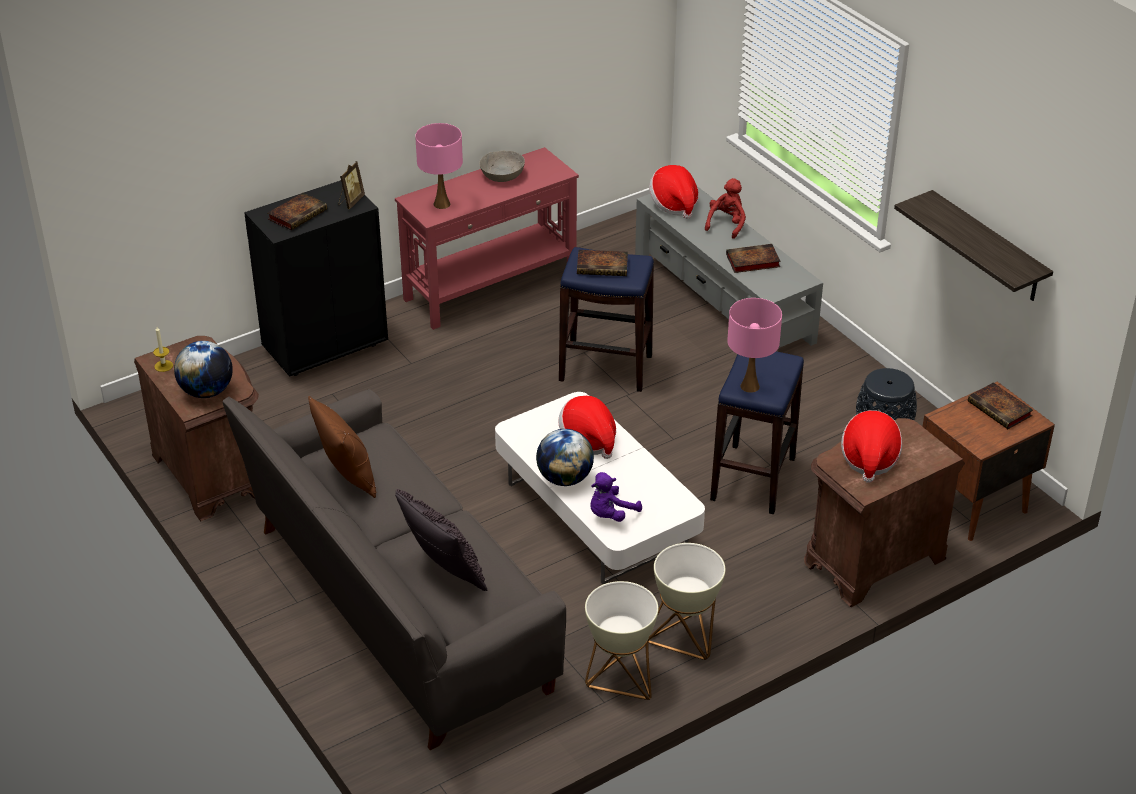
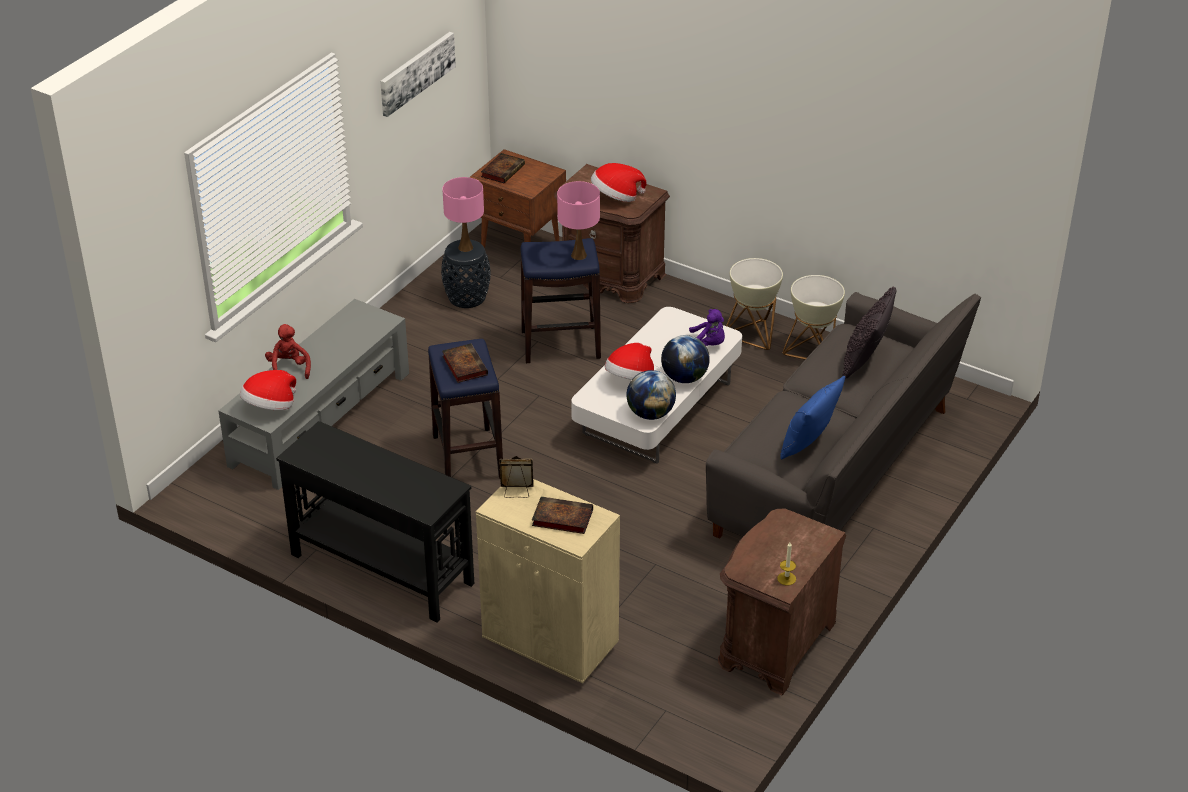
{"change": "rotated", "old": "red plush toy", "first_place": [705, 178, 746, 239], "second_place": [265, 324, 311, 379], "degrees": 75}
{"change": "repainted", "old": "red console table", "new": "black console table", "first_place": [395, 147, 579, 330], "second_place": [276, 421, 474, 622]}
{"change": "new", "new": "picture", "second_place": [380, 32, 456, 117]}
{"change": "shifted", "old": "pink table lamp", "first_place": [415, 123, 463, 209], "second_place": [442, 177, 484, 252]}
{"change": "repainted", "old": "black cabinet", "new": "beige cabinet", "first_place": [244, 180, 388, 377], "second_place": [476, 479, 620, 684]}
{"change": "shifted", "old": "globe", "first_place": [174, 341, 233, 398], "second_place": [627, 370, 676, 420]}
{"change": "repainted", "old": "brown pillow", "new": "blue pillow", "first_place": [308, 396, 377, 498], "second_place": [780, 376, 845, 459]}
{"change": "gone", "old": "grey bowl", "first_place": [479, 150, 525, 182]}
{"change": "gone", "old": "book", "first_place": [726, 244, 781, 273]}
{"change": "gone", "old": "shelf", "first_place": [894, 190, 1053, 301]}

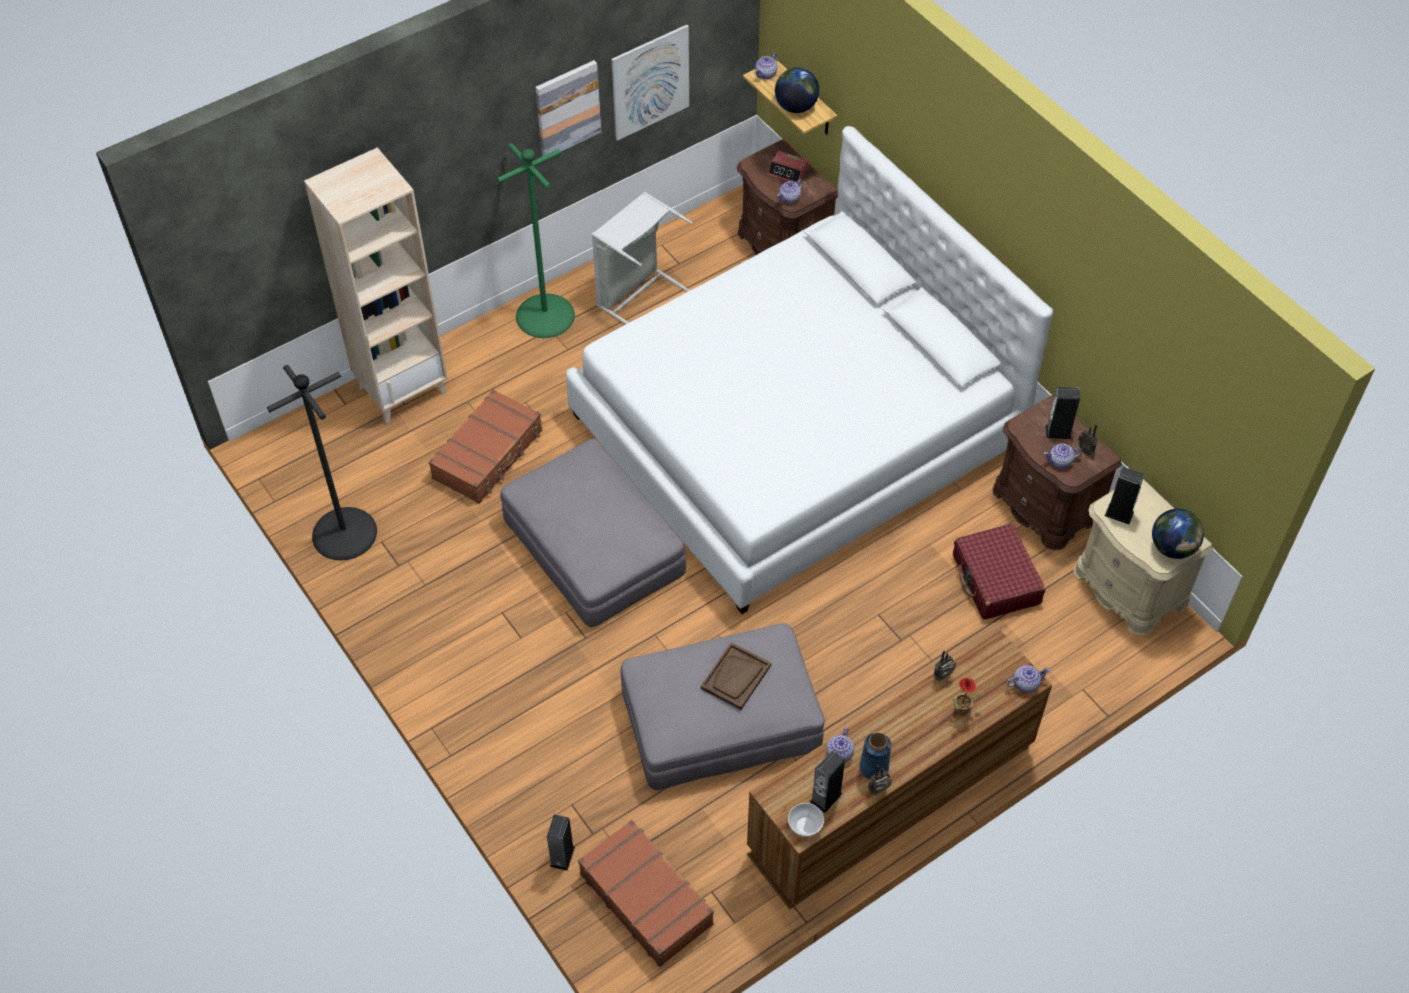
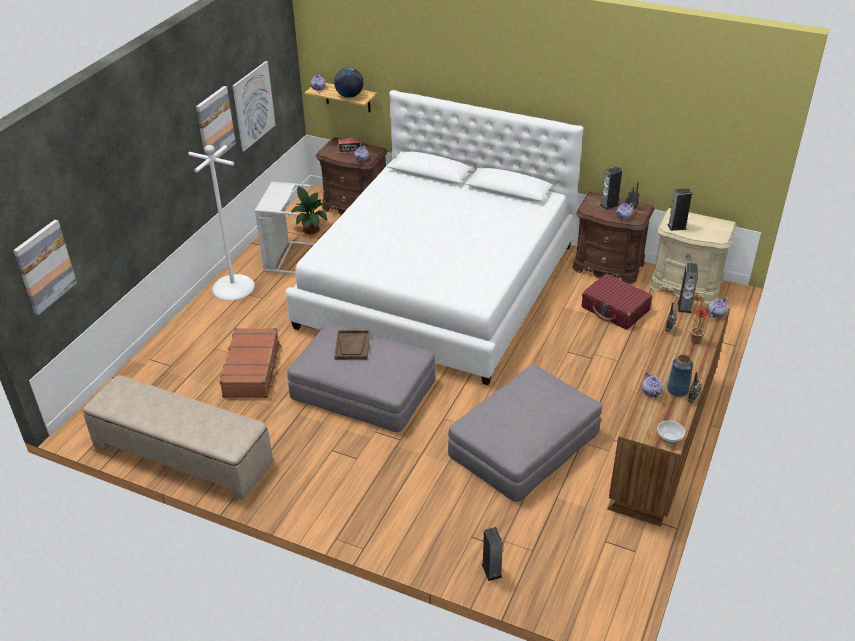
{"change": "new", "new": "picture", "second_place": [13, 220, 77, 315]}
{"change": "swapped", "old": "black clothes rack", "new": "beige bench", "first_place": [267, 365, 377, 560], "second_place": [83, 375, 273, 500]}
{"change": "repainted", "old": "green clothes rack", "new": "white clothes rack", "first_place": [497, 143, 575, 338], "second_place": [188, 145, 255, 301]}
{"change": "new", "new": "potted plant", "second_place": [291, 187, 327, 234]}
{"change": "shifted", "old": "brown tray", "first_place": [701, 642, 771, 710], "second_place": [334, 330, 370, 360]}
{"change": "shifted", "old": "speaker", "first_place": [810, 750, 845, 813], "second_place": [678, 263, 698, 313]}
{"change": "gone", "old": "beige bookcase", "first_place": [304, 147, 448, 423]}
{"change": "gone", "old": "brown suitcase", "first_place": [578, 820, 714, 967]}
{"change": "gone", "old": "globe", "first_place": [1152, 509, 1204, 559]}

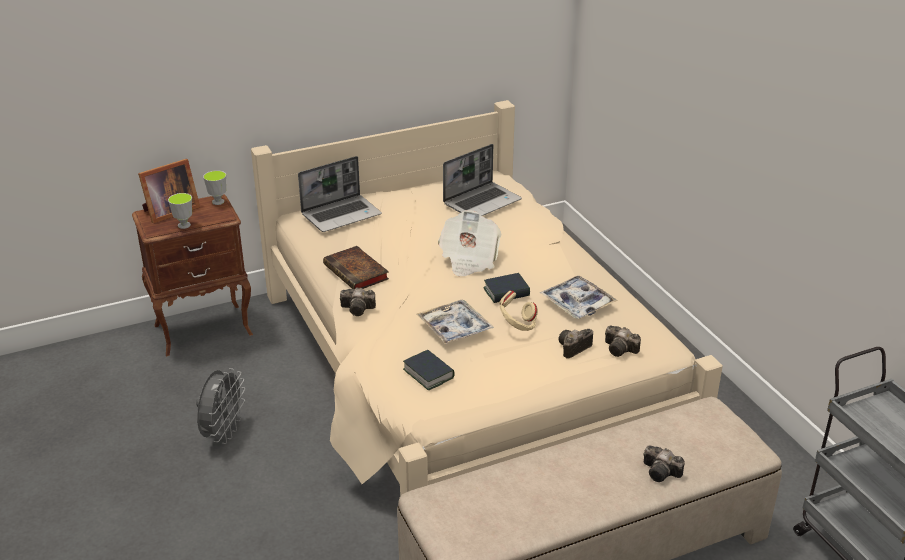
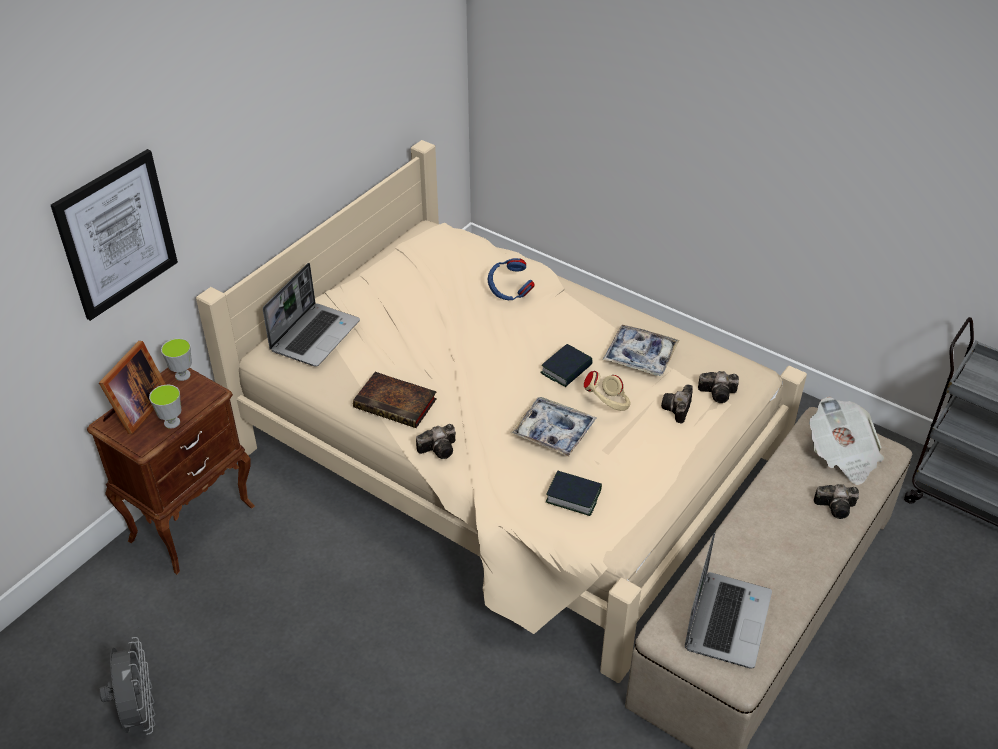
{"change": "new", "new": "picture", "second_place": [51, 149, 178, 321]}
{"change": "shifted", "old": "grey fan", "first_place": [196, 368, 245, 444], "second_place": [99, 637, 155, 735]}
{"change": "new", "new": "blue headphones", "second_place": [488, 258, 535, 300]}
{"change": "shifted", "old": "laptop", "first_place": [443, 144, 522, 216], "second_place": [685, 532, 772, 668]}
{"change": "shifted", "old": "newspaper", "first_place": [438, 210, 501, 277], "second_place": [809, 397, 884, 485]}

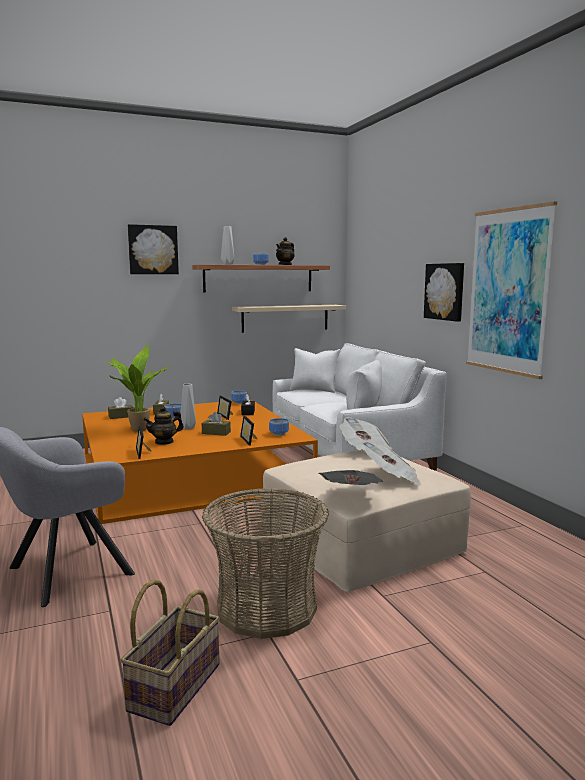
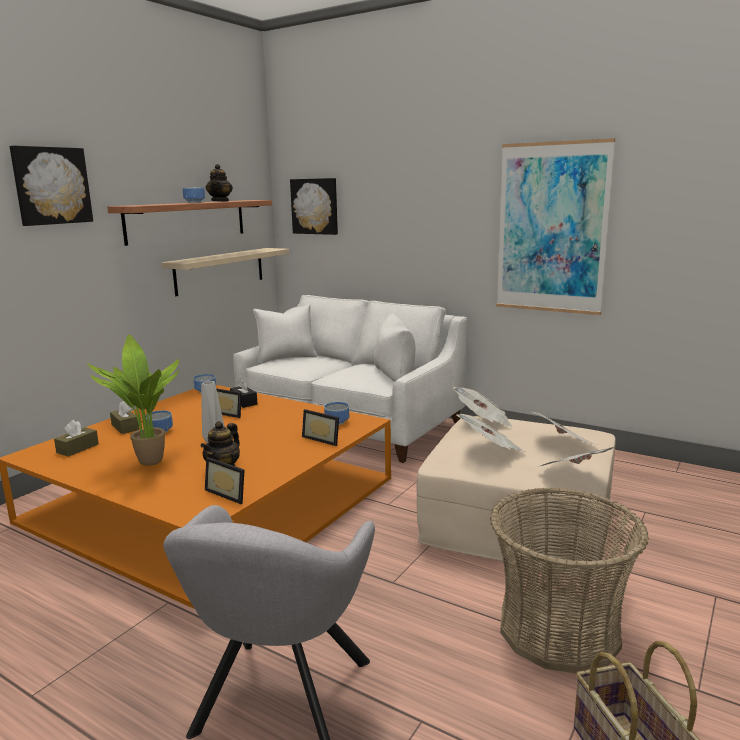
{"change": "shifted", "old": "picture", "first_place": [424, 263, 464, 322], "second_place": [290, 178, 338, 235]}
{"change": "new", "new": "newspaper", "second_place": [455, 414, 526, 452]}
{"change": "gone", "old": "brown tissue box", "first_place": [202, 412, 231, 436]}
{"change": "gone", "old": "grey vase", "first_place": [221, 226, 234, 265]}

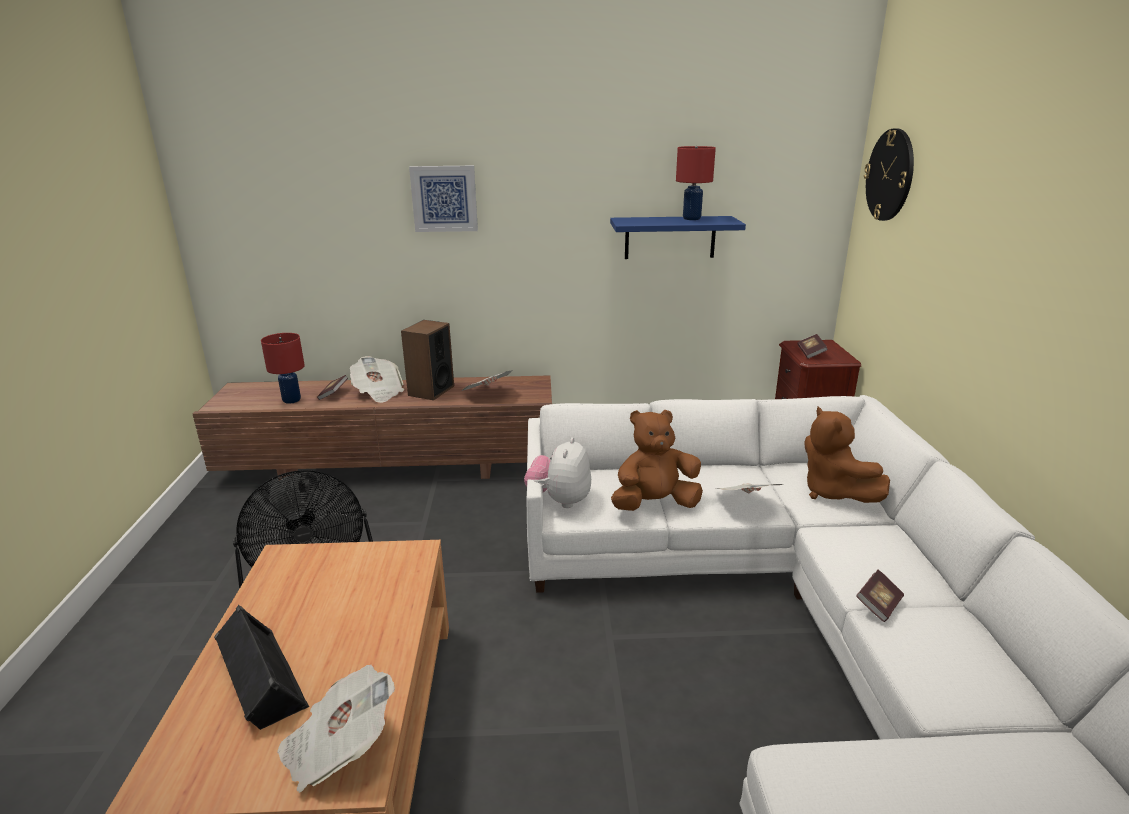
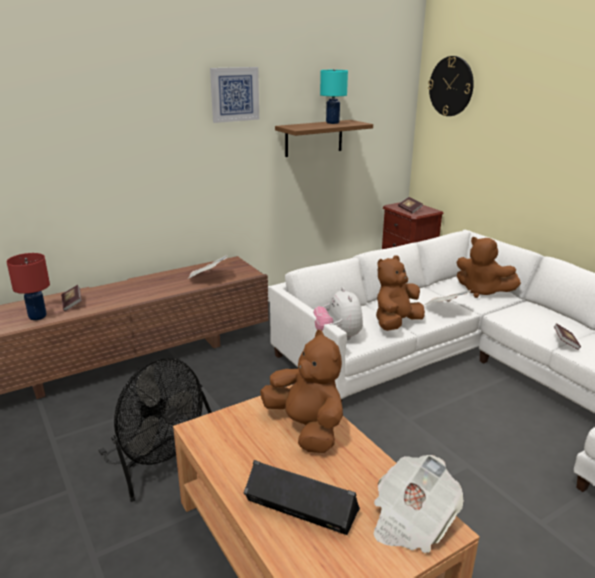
{"change": "shifted", "old": "picture", "first_place": [409, 166, 478, 232], "second_place": [210, 67, 259, 123]}
{"change": "new", "new": "brown plush toy", "second_place": [260, 330, 343, 453]}
{"change": "repainted", "old": "blue shelf", "new": "brown shelf", "first_place": [610, 216, 746, 259], "second_place": [275, 120, 373, 157]}
{"change": "repainted", "old": "red table lamp", "new": "turquoise table lamp", "first_place": [676, 146, 716, 220], "second_place": [320, 69, 348, 124]}
{"change": "gone", "old": "newspaper", "first_place": [350, 356, 404, 403]}
{"change": "gone", "old": "speaker", "first_place": [401, 320, 454, 400]}

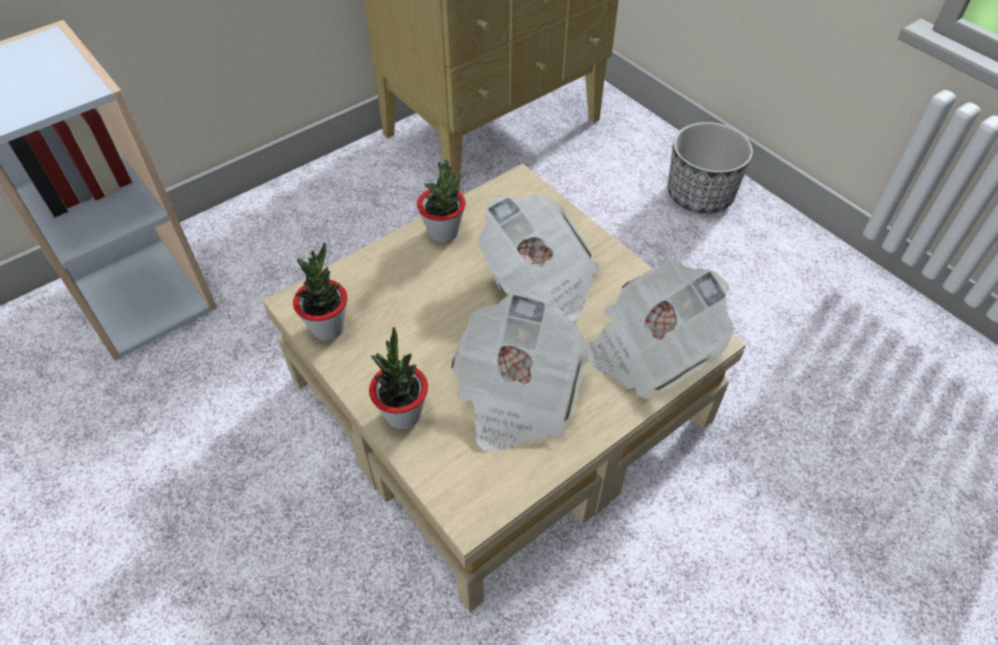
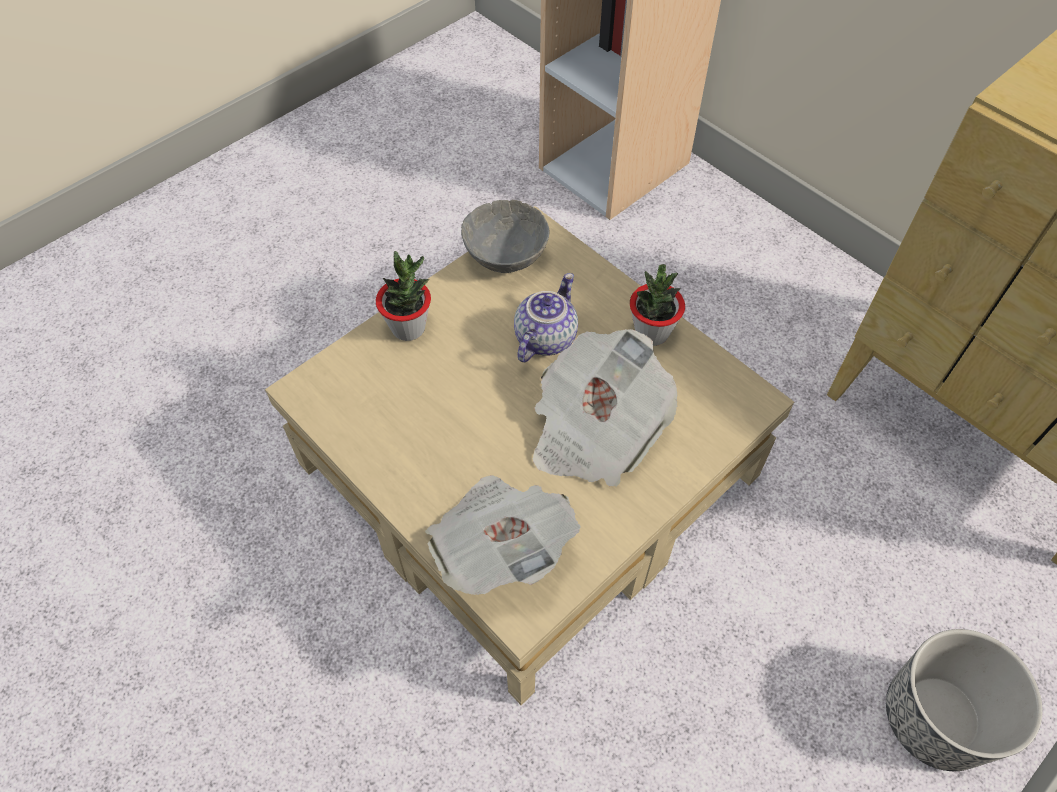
{"change": "swapped", "old": "potted plant", "new": "grey bowl", "first_place": [293, 242, 347, 340], "second_place": [461, 200, 550, 273]}
{"change": "new", "new": "teapot", "second_place": [514, 273, 578, 362]}
{"change": "gone", "old": "newspaper", "first_place": [451, 291, 588, 452]}

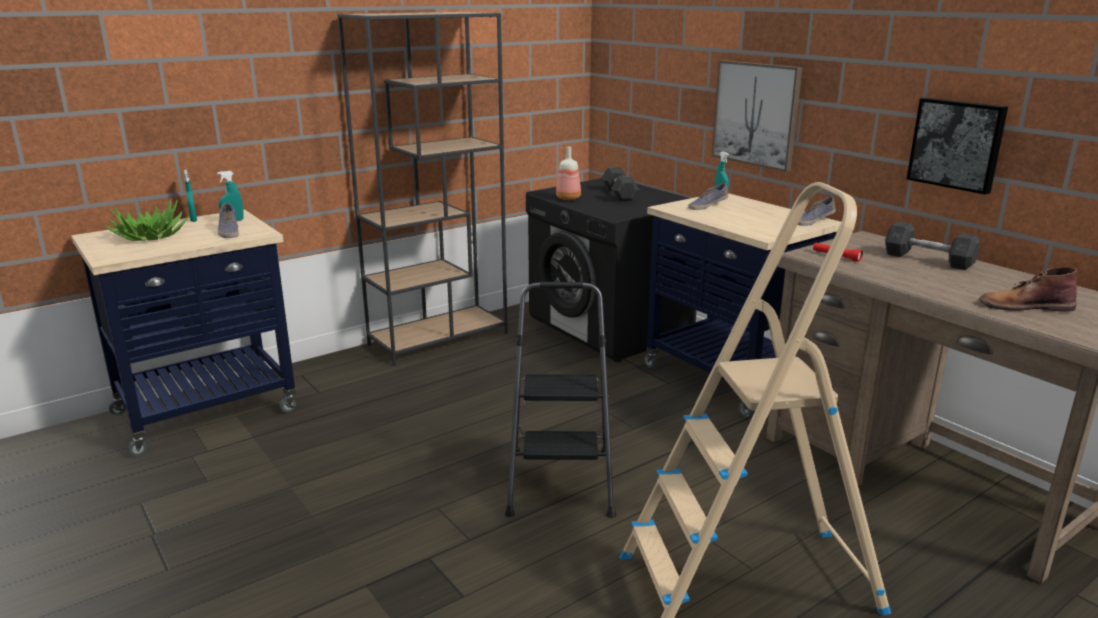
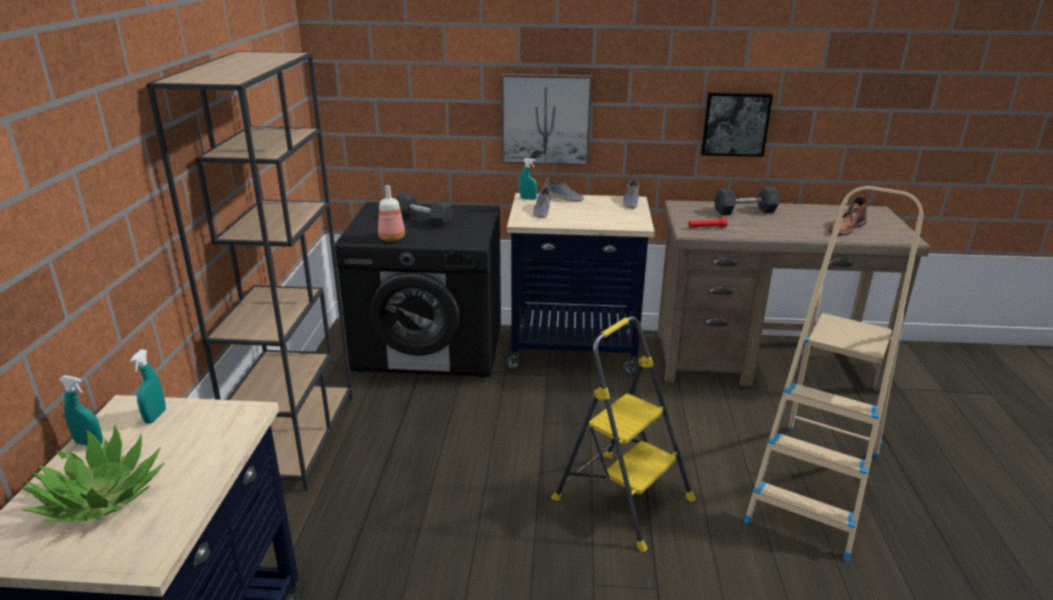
{"change": "shifted", "old": "shoe", "first_place": [218, 203, 239, 238], "second_place": [543, 178, 584, 202]}
{"change": "repainted", "old": "black step ladder", "new": "yellow step ladder", "first_place": [505, 282, 616, 518], "second_place": [551, 316, 696, 552]}

